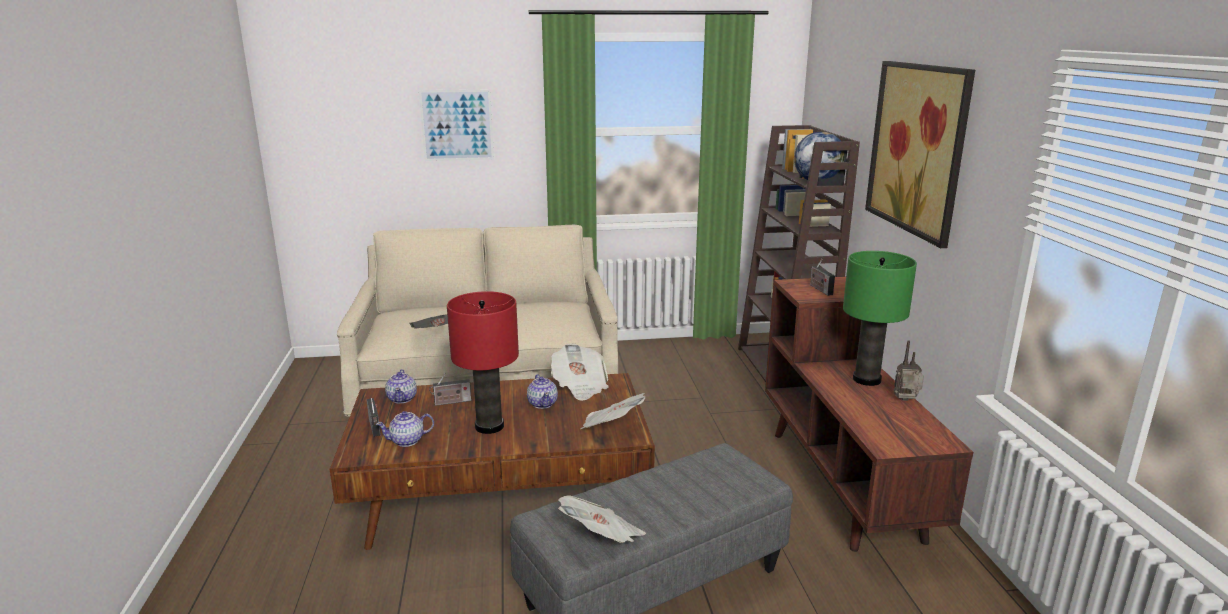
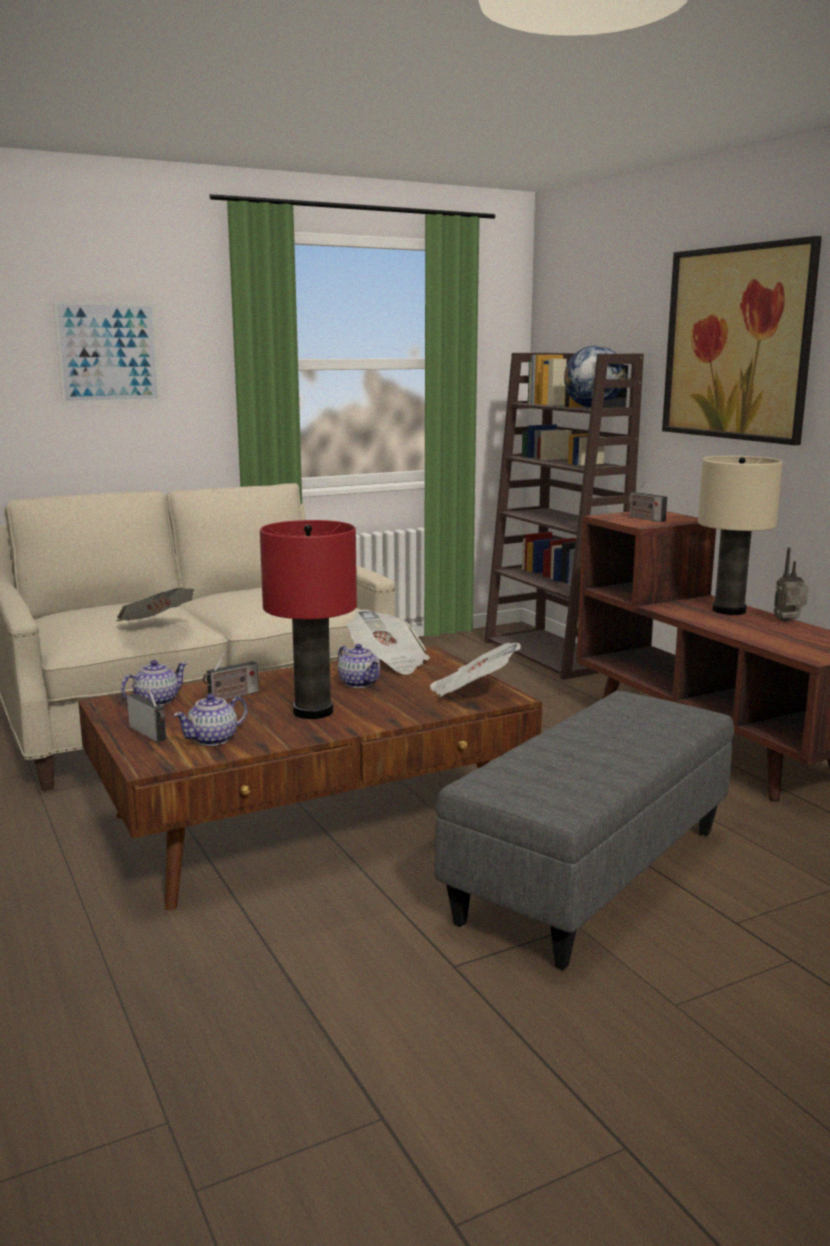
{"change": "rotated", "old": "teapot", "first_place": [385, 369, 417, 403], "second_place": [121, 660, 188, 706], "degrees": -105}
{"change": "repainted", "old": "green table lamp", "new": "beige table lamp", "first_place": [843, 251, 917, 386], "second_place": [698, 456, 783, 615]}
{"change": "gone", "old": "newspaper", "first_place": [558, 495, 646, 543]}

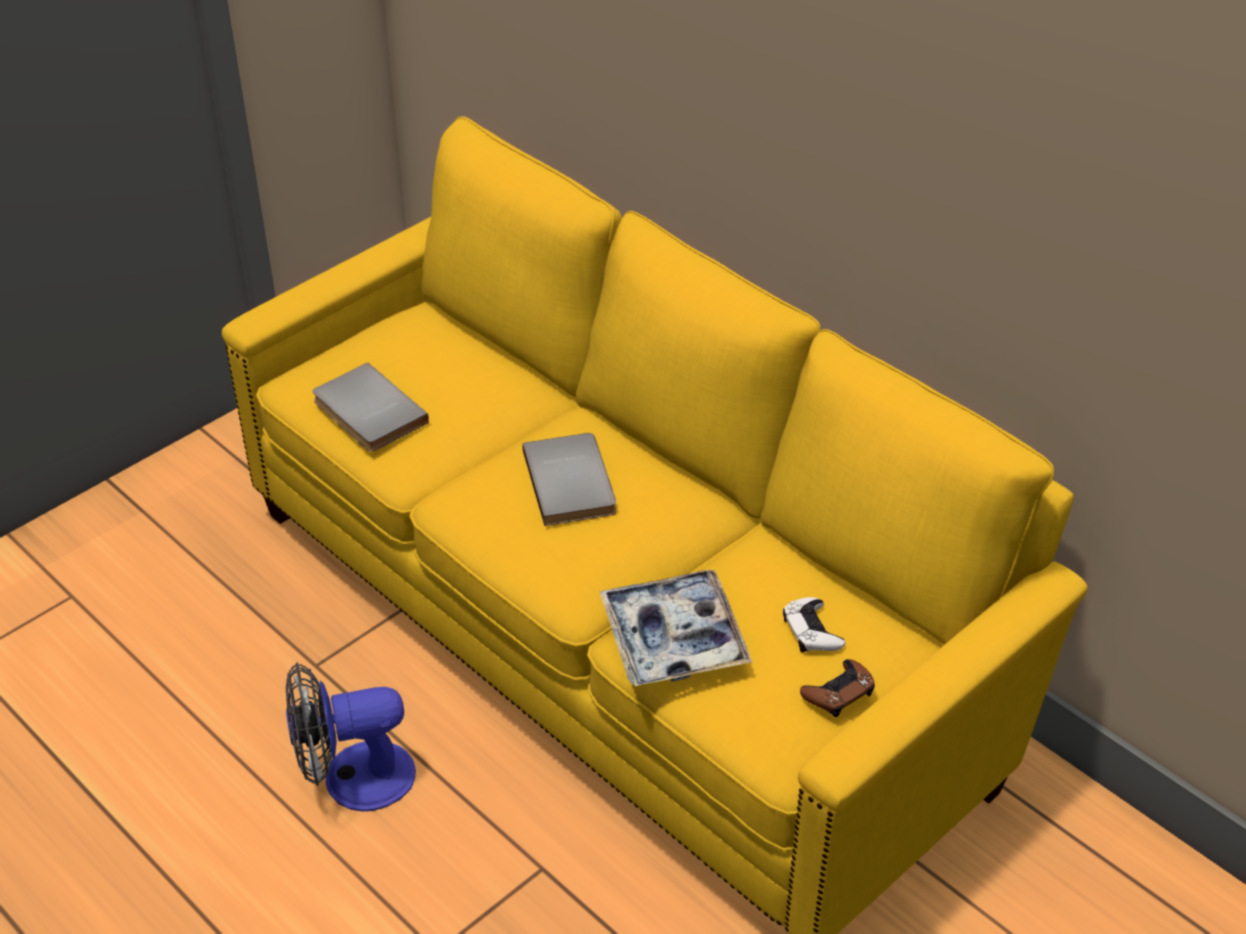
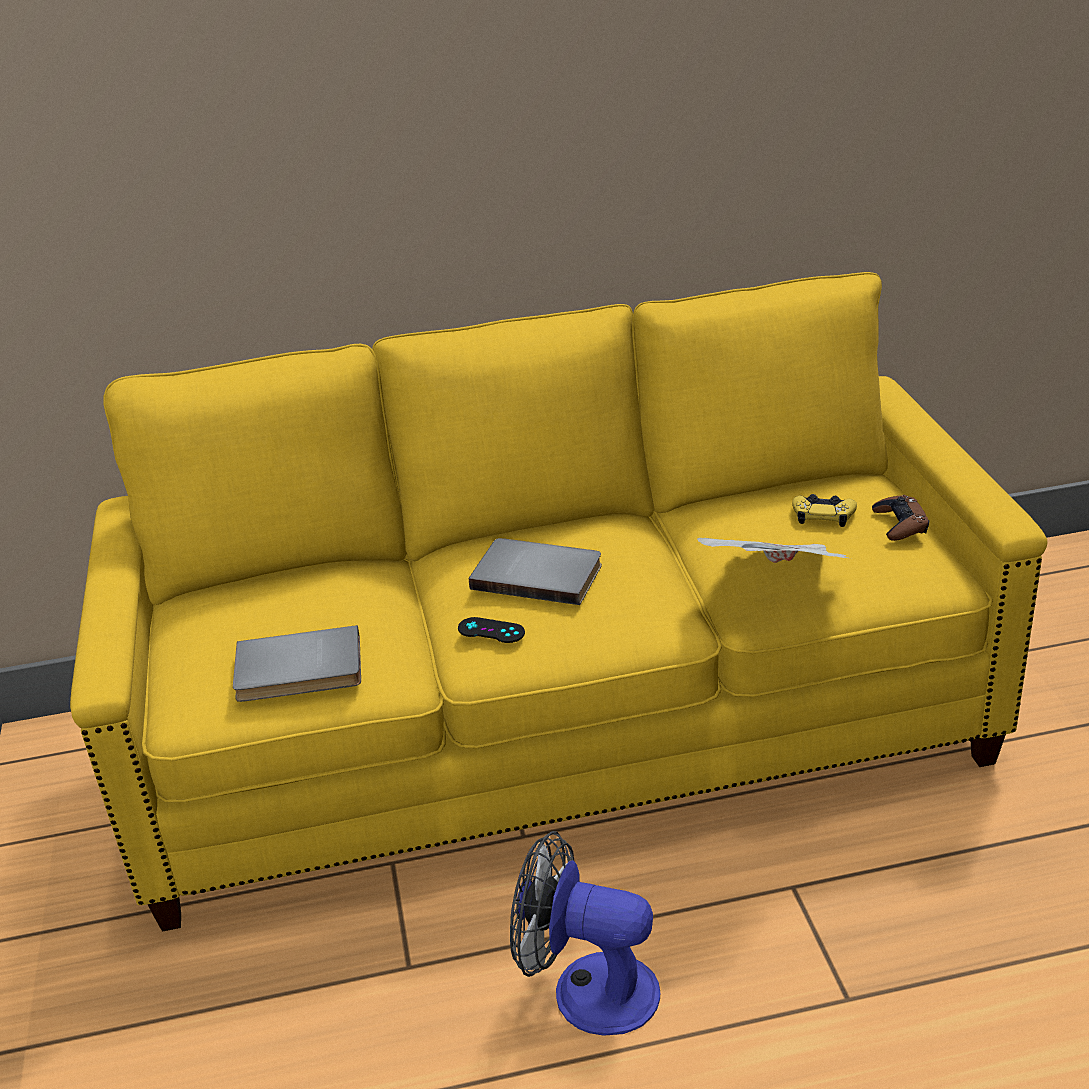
{"change": "new", "new": "black game controller", "second_place": [458, 617, 525, 643]}
{"change": "rotated", "old": "fan", "first_place": [286, 663, 416, 811], "second_place": [510, 831, 660, 1036], "degrees": 90}
{"change": "swapped", "old": "tray", "new": "newspaper", "first_place": [600, 570, 752, 686], "second_place": [697, 538, 851, 563]}
{"change": "repainted", "old": "white game controller", "new": "yellow game controller", "first_place": [783, 597, 845, 653], "second_place": [792, 494, 857, 527]}

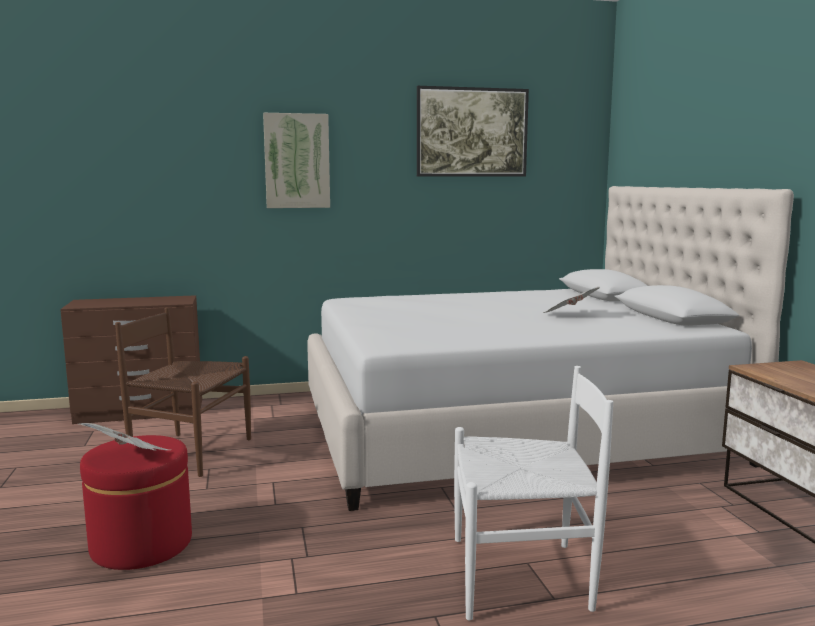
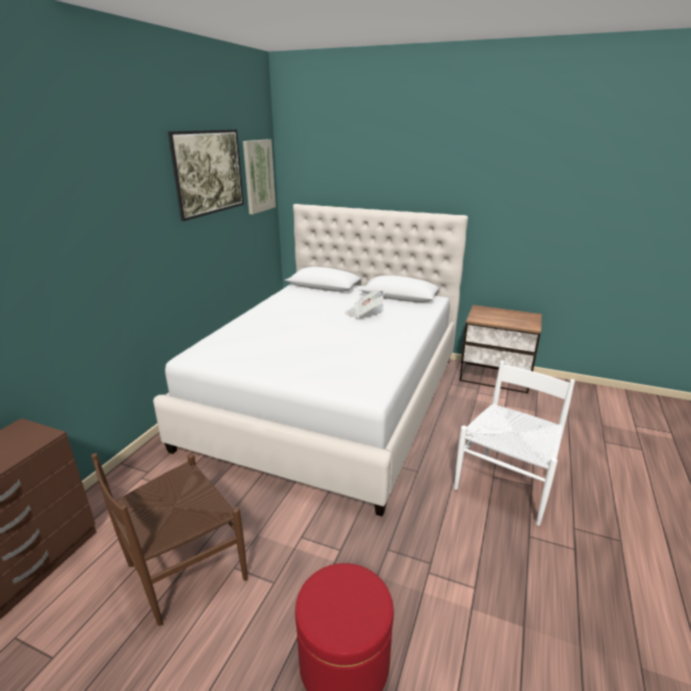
{"change": "shifted", "old": "picture", "first_place": [263, 113, 330, 208], "second_place": [243, 139, 276, 214]}
{"change": "gone", "old": "newspaper", "first_place": [79, 423, 169, 451]}

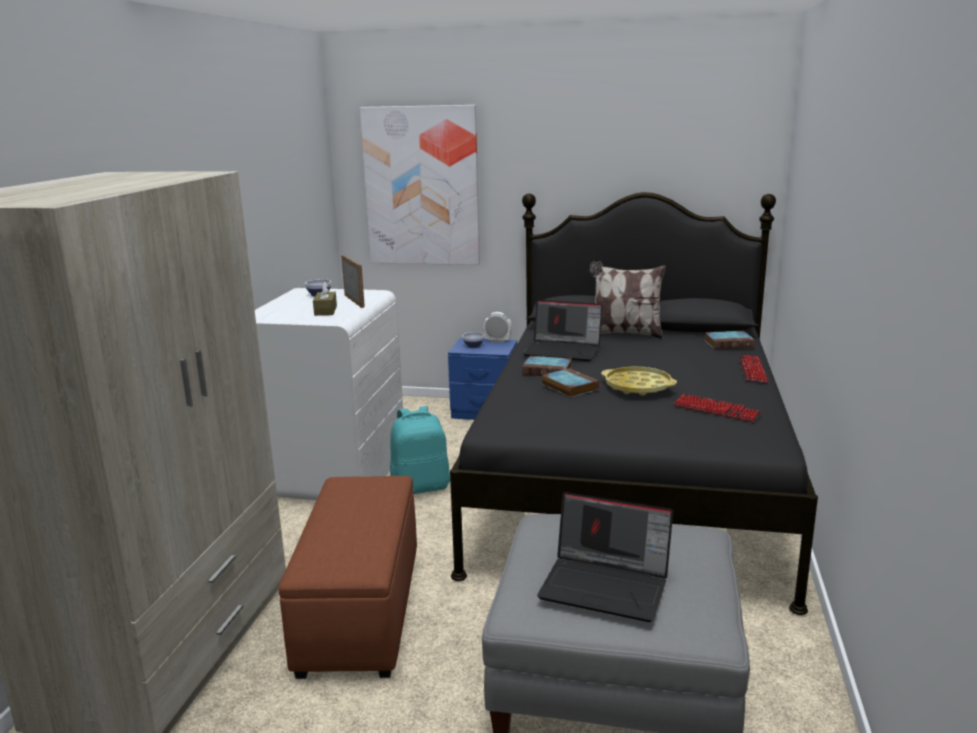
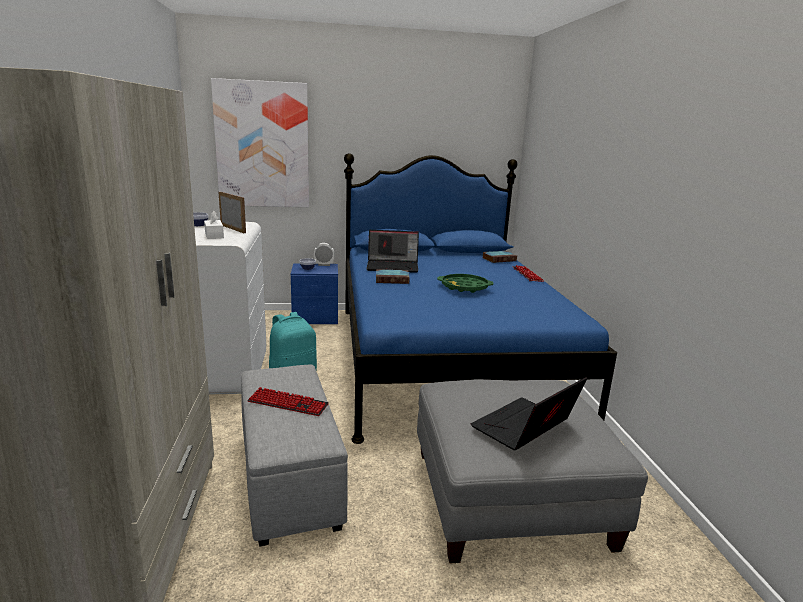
{"change": "repainted", "old": "brown tissue box", "new": "white tissue box", "first_place": [313, 281, 337, 316], "second_place": [204, 211, 224, 239]}
{"change": "repainted", "old": "brown ottoman", "new": "grey ottoman", "first_place": [279, 476, 417, 679], "second_place": [241, 364, 348, 547]}
{"change": "shifted", "old": "keyboard", "first_place": [673, 394, 762, 422], "second_place": [247, 387, 329, 416]}
{"change": "repainted", "old": "black bed", "new": "blue bed", "first_place": [450, 192, 818, 615], "second_place": [344, 153, 617, 444]}
{"change": "repainted", "old": "yellow tray", "new": "green tray", "first_place": [601, 366, 677, 395], "second_place": [437, 274, 494, 293]}
{"change": "rotated", "old": "laptop", "first_place": [537, 492, 673, 622], "second_place": [471, 377, 587, 450], "degrees": 135}
{"change": "gone", "old": "book", "first_place": [542, 368, 599, 397]}
{"change": "gone", "old": "pillow", "first_place": [590, 261, 665, 339]}

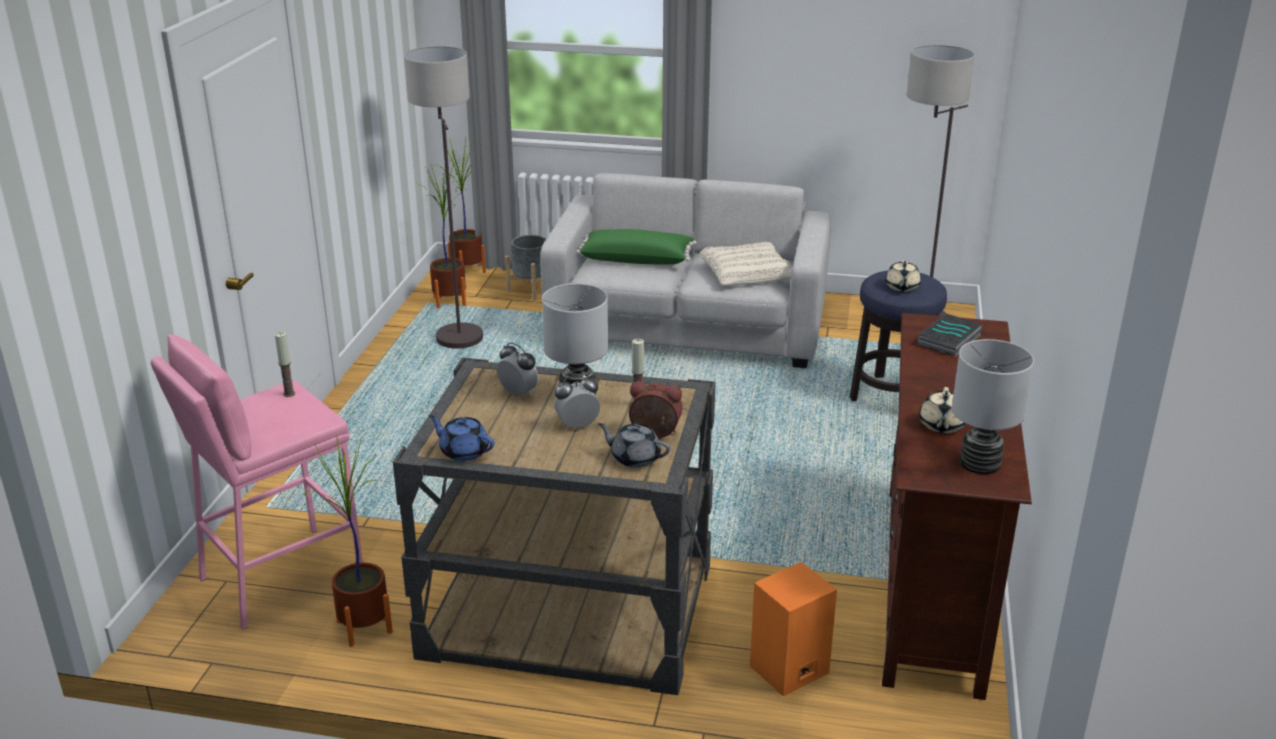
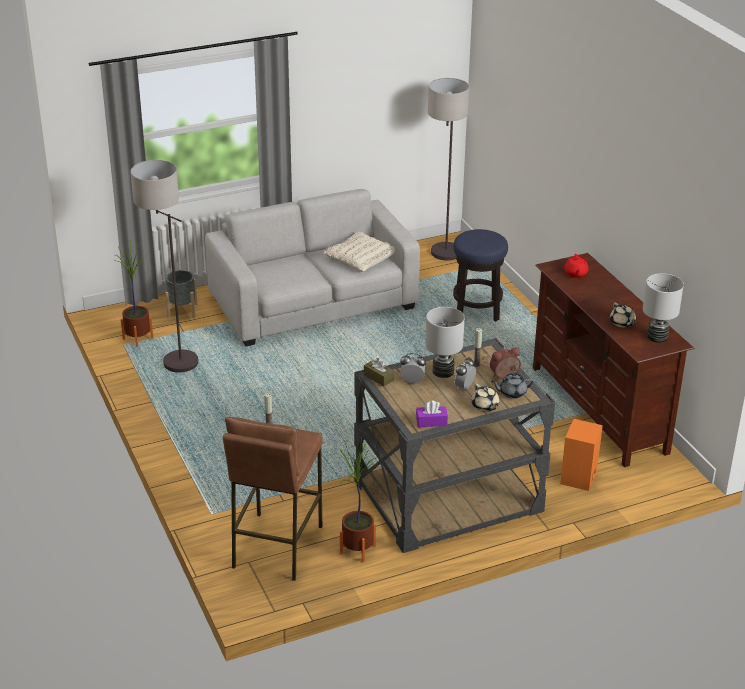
{"change": "repainted", "old": "pink stool", "new": "brown stool", "first_place": [150, 334, 363, 630], "second_place": [223, 417, 323, 581]}
{"change": "new", "new": "brown tissue box", "second_place": [364, 358, 394, 386]}
{"change": "swapped", "old": "blue teapot", "new": "purple tissue box", "first_place": [429, 415, 494, 461], "second_place": [416, 400, 448, 427]}
{"change": "shifted", "old": "beige teapot", "first_place": [885, 260, 921, 292], "second_place": [471, 384, 500, 412]}
{"change": "swapped", "old": "book", "new": "red teapot", "first_place": [918, 314, 983, 356], "second_place": [564, 254, 589, 277]}
{"change": "gone", "old": "potted plant", "first_place": [435, 138, 486, 273]}
{"change": "gone", "old": "green pillow", "first_place": [577, 229, 697, 265]}

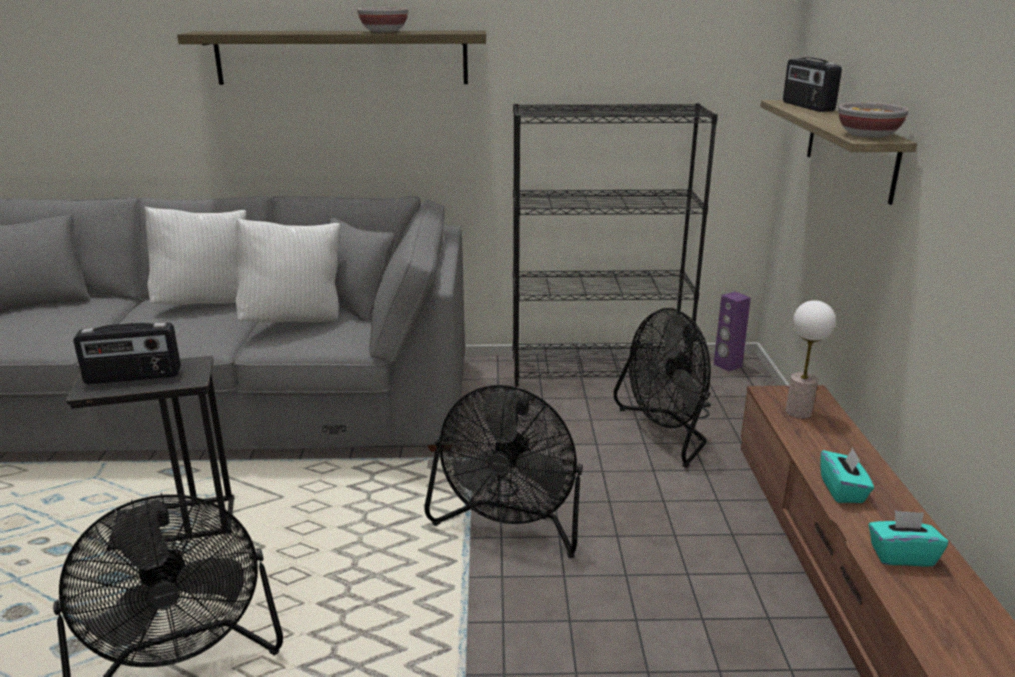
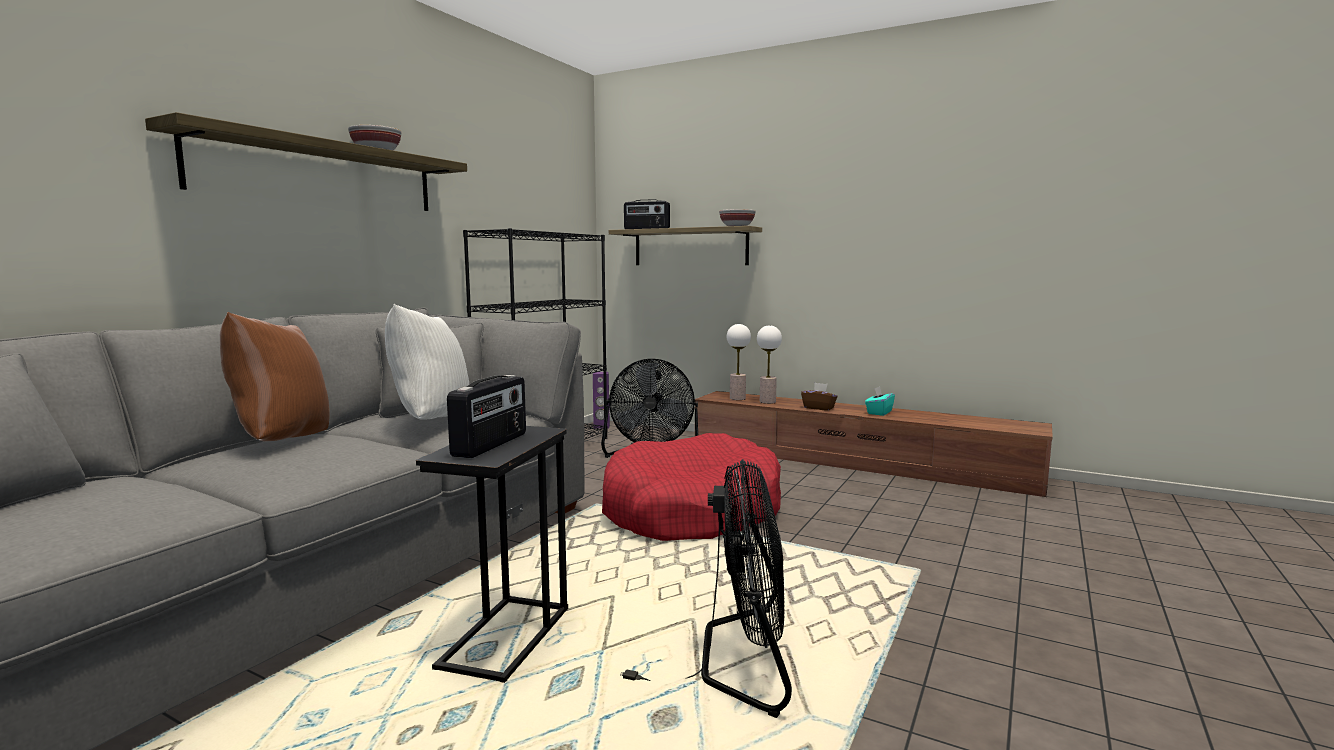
{"change": "repainted", "old": "white pillow", "new": "brown pillow", "first_place": [145, 206, 246, 305], "second_place": [220, 312, 330, 441]}
{"change": "swapped", "old": "black fan", "new": "red dog bed", "first_place": [424, 385, 583, 558], "second_place": [602, 433, 781, 541]}
{"change": "new", "new": "table lamp", "second_place": [757, 325, 782, 404]}
{"change": "repainted", "old": "turquoise tissue box", "new": "brown tissue box", "first_place": [820, 448, 874, 503], "second_place": [801, 383, 838, 411]}

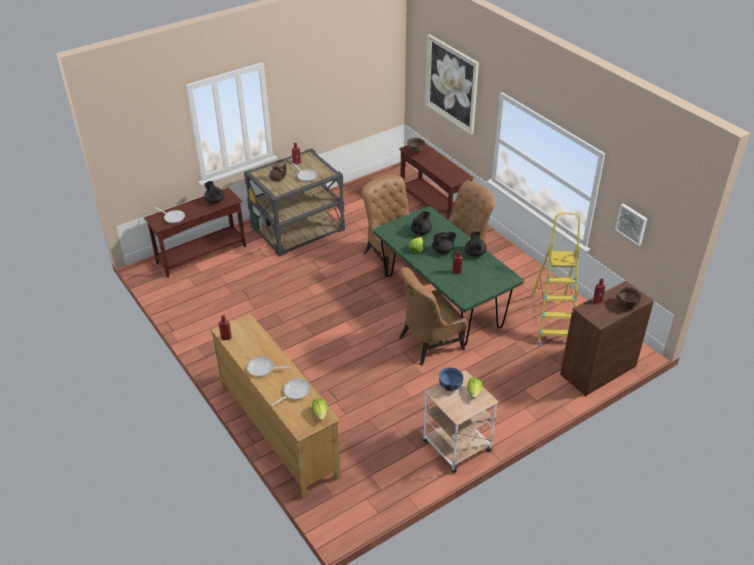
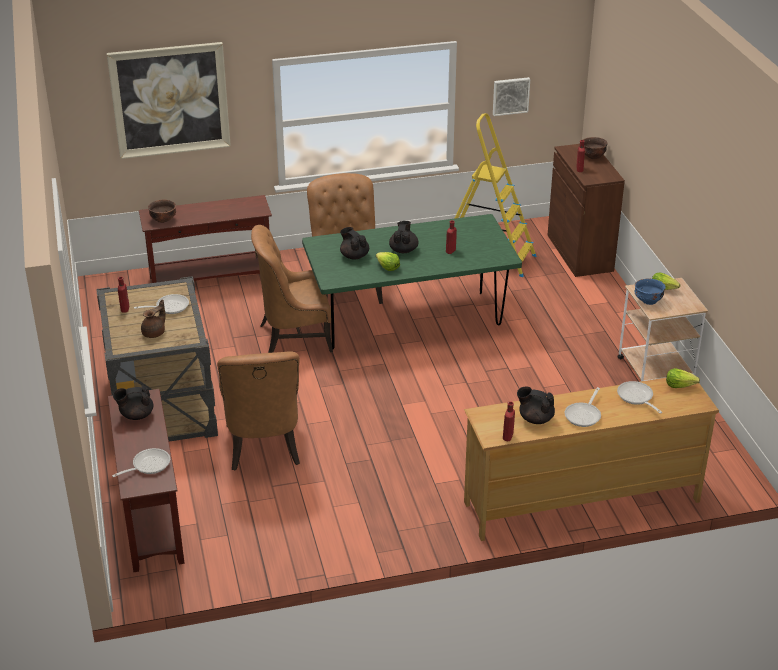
{"change": "shifted", "old": "brown chair", "first_place": [399, 267, 467, 365], "second_place": [217, 351, 300, 471]}
{"change": "shifted", "old": "black teapot", "first_place": [465, 231, 487, 257], "second_place": [517, 386, 555, 424]}

